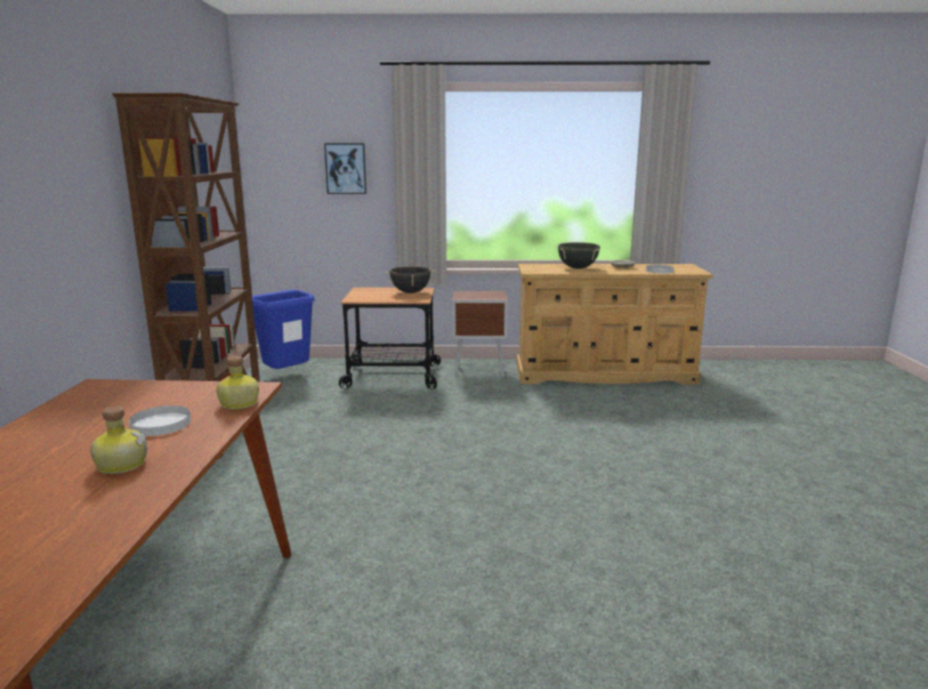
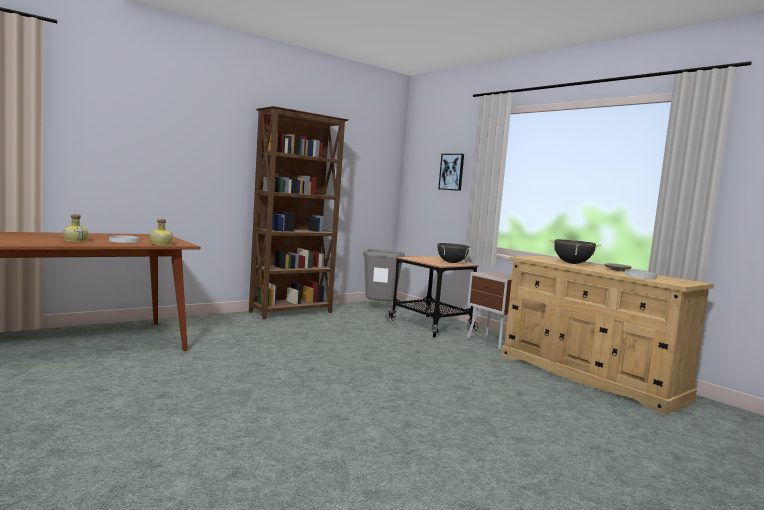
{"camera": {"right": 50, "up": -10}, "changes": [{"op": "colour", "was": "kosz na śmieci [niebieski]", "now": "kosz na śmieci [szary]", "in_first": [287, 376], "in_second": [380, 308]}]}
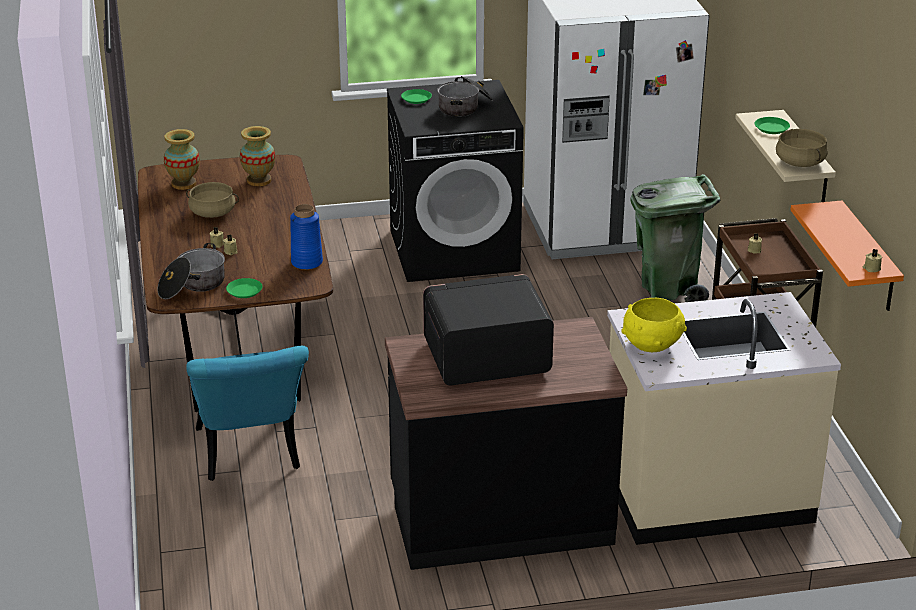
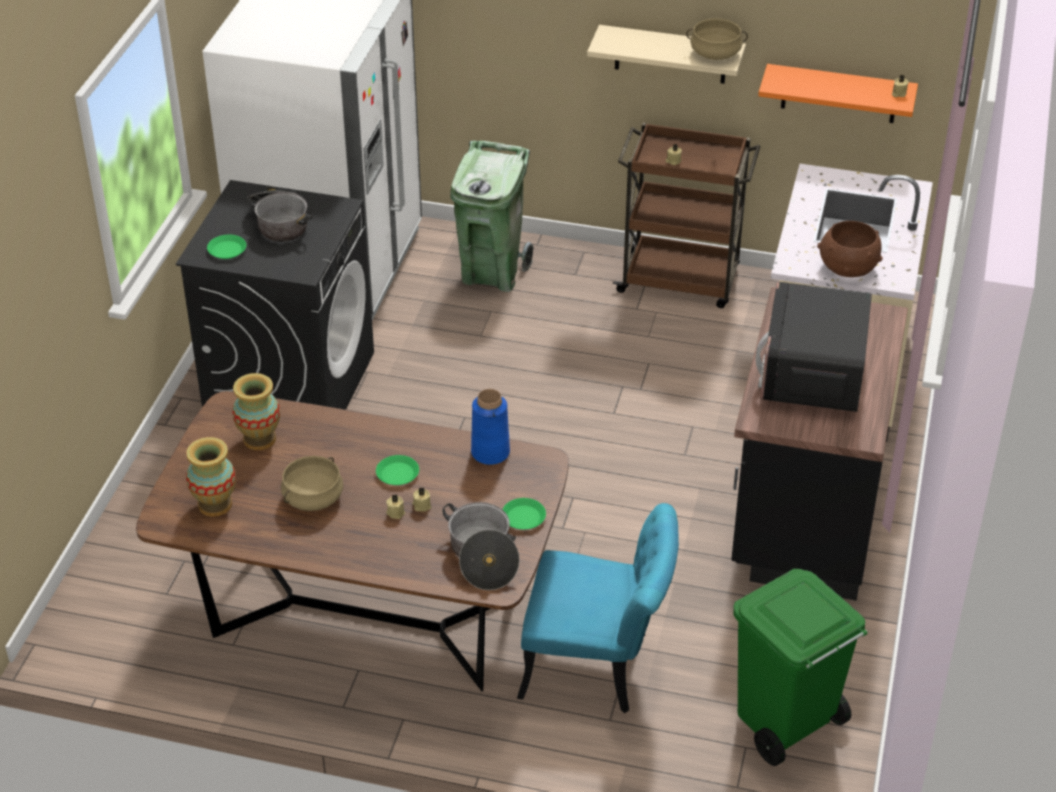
{"camera": {"right": -65, "up": 10}, "changes": [{"op": "colour", "was": "miska [żółty]", "now": "miska [brązowy]", "in_first": [652, 344], "in_second": [848, 268]}, {"op": "relocated", "was": "talerz [zielony]", "in_first": [771, 128], "in_second": [397, 474]}, {"op": "appeared", "now": "kosz na śmieci [zielony]", "in_second": [785, 724]}]}
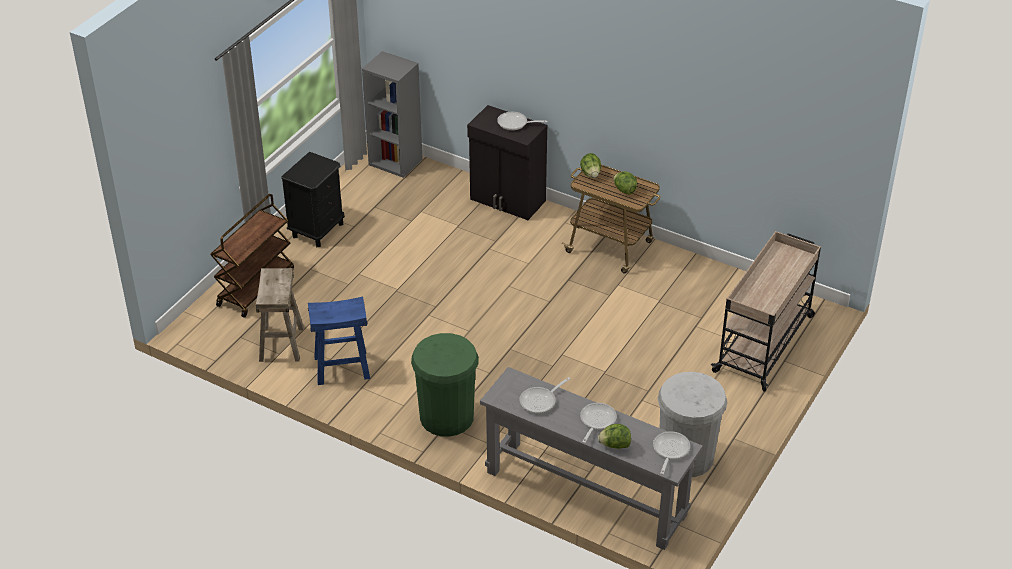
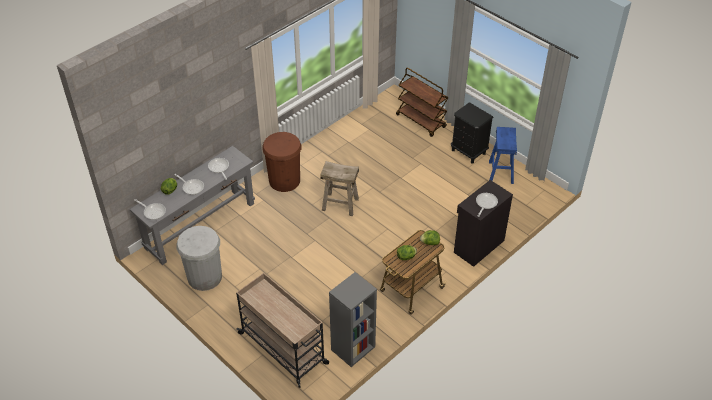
{"camera": {"right": 105, "up": 5}, "changes": [{"op": "relocated", "was": "stołek [beżowy]", "in_first": [281, 343], "in_second": [340, 204]}, {"op": "relocated", "was": "stołek [niebieski]", "in_first": [341, 368], "in_second": [500, 172]}, {"op": "relocated", "was": "regał [szary]", "in_first": [396, 162], "in_second": [353, 349]}, {"op": "colour", "was": "kosz na śmieci [zielony]", "now": "kosz na śmieci [brązowy]", "in_first": [446, 417], "in_second": [284, 180]}]}
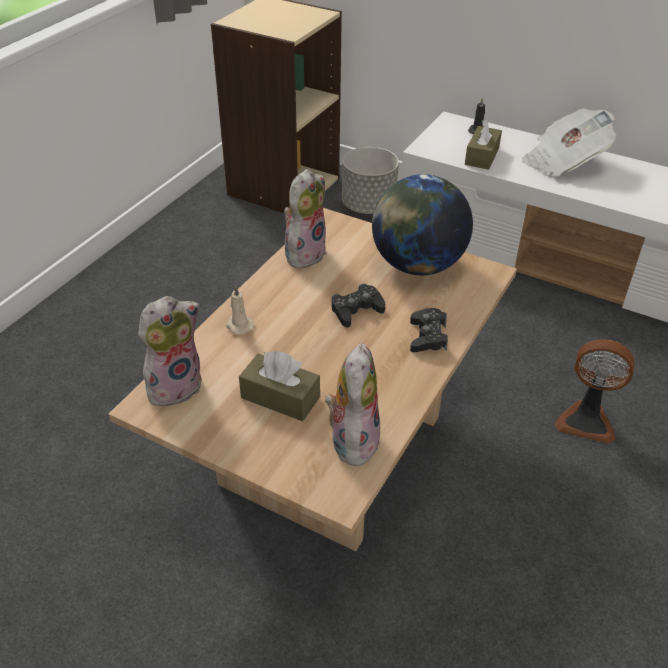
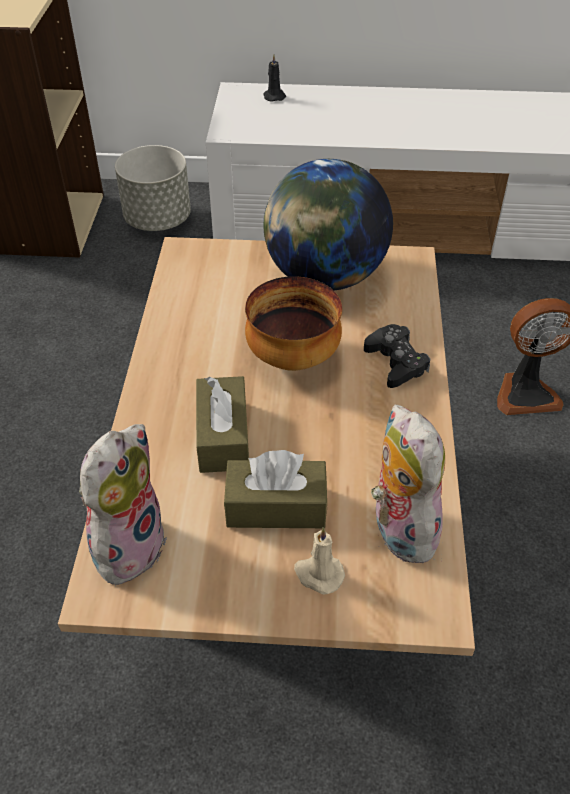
{"camera": {"right": -25, "up": 5}, "changes": [{"op": "relocated", "was": "świeca [beżowy]", "in_first": [239, 325], "in_second": [318, 574]}, {"op": "missing", "was": "pluszak", "in_first": [304, 253]}, {"op": "exchanged", "was": "pad do gier [czarny]", "now": "miska", "in_first": [356, 310], "in_second": [292, 357]}, {"op": "relocated", "was": "pudełko chusteczek [brązowy]", "in_first": [482, 156], "in_second": [223, 436]}, {"op": "missing", "was": "gazeta", "in_first": [563, 162]}]}
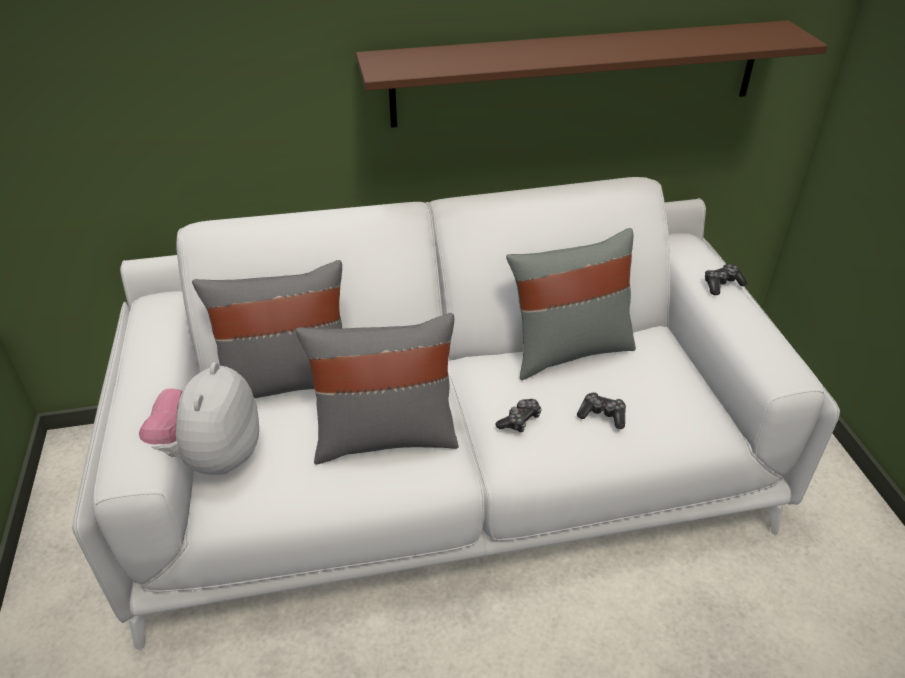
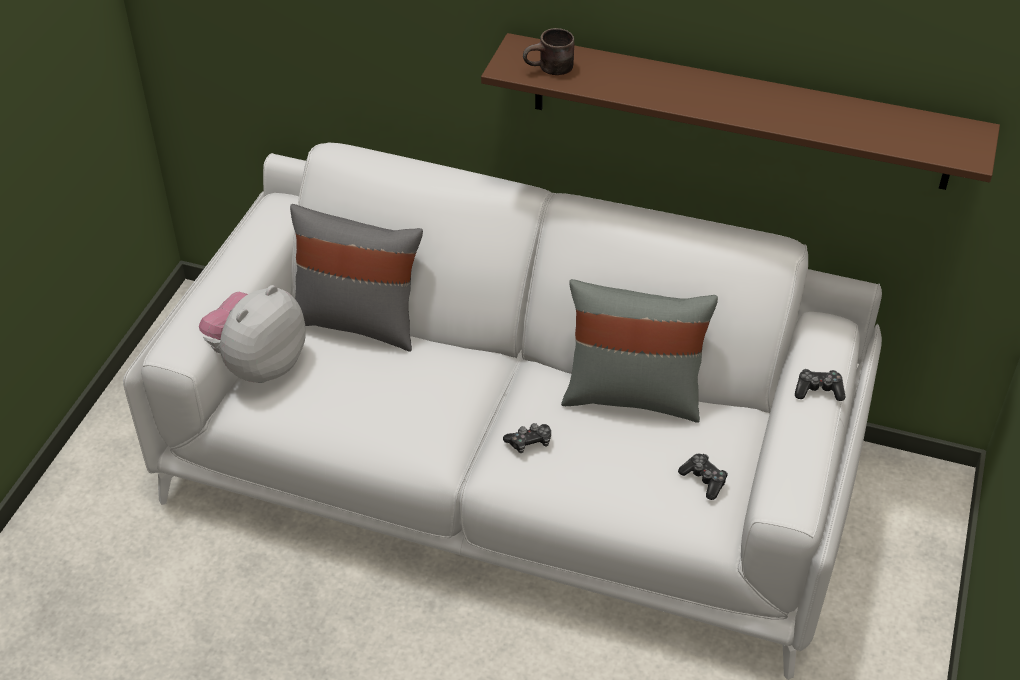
{"camera": {"right": 30, "up": 5}, "changes": [{"op": "missing", "was": "poduszka [szary]", "in_first": [385, 436]}, {"op": "relocated", "was": "pad do gier", "in_first": [602, 415], "in_second": [704, 480]}, {"op": "appeared", "now": "kubek [brązowy]", "in_second": [550, 70]}]}
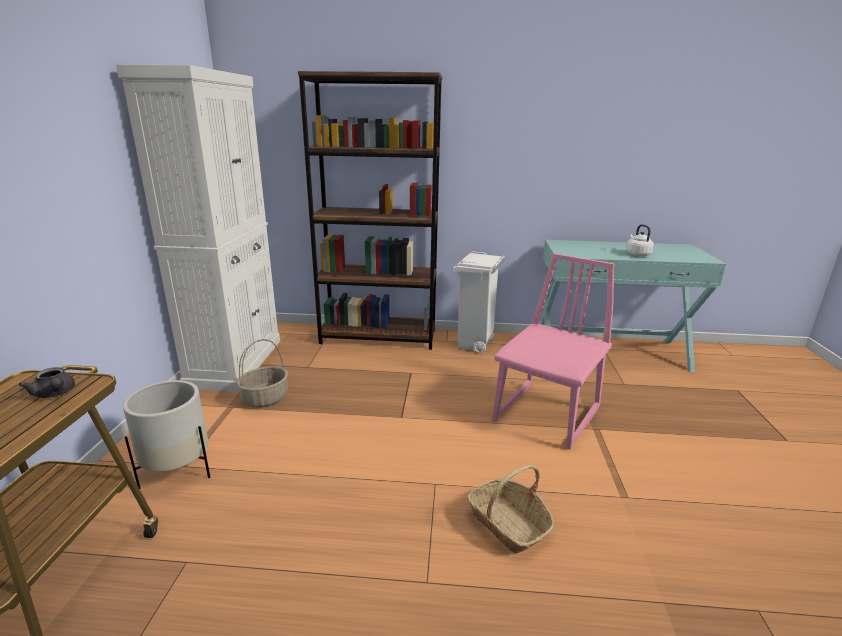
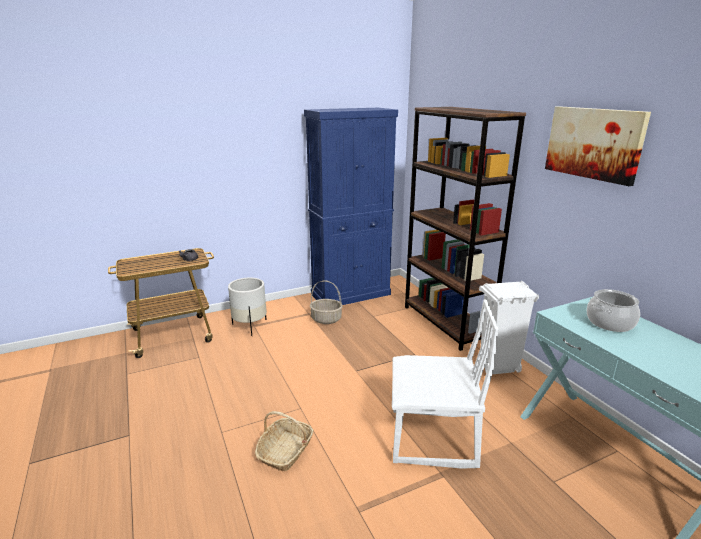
{"camera": {"right": 60, "up": 0}, "changes": [{"op": "colour", "was": "szafka [biały]", "now": "szafka [niebieski]", "in_first": [236, 362], "in_second": [351, 294]}, {"op": "colour", "was": "krzesło [różowy]", "now": "krzesło [biały]", "in_first": [548, 415], "in_second": [432, 439]}, {"op": "missing", "was": "czajnik [biały]", "in_first": [637, 254]}, {"op": "appeared", "now": "obraz", "in_second": [593, 143]}, {"op": "appeared", "now": "garnek", "in_second": [610, 323]}]}
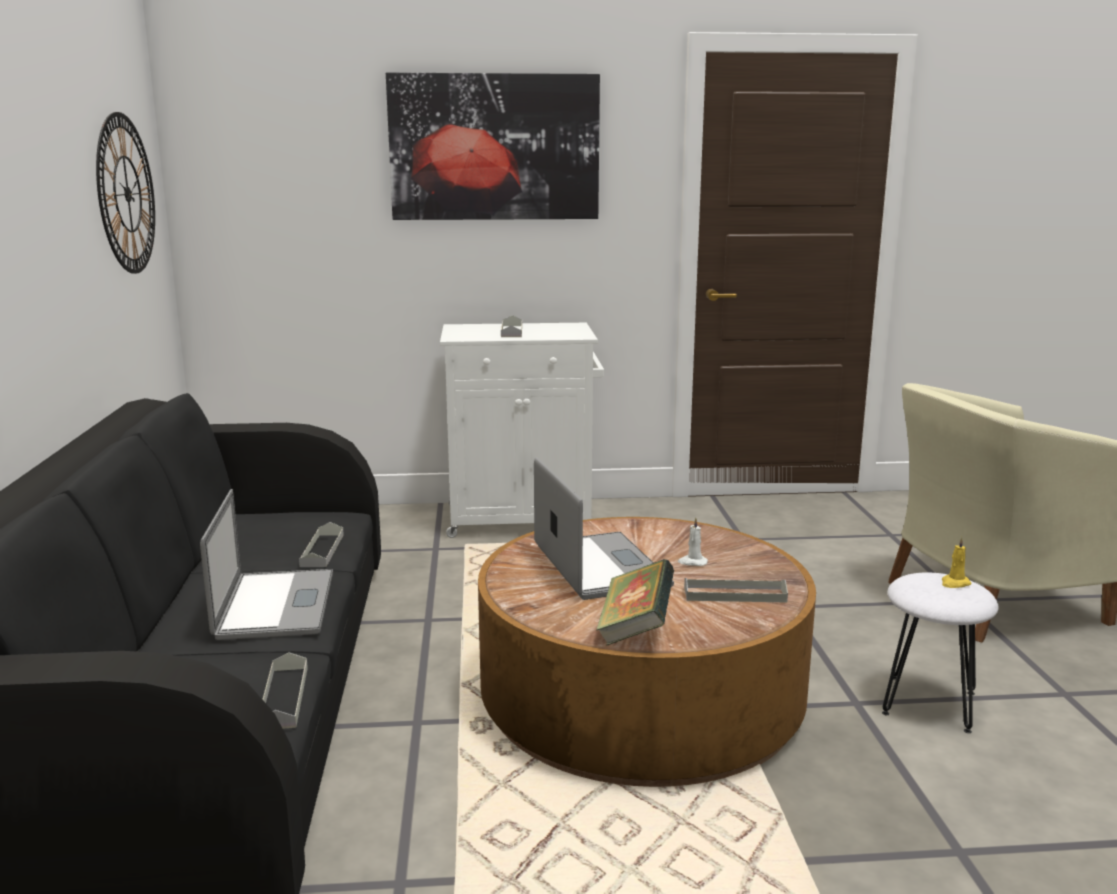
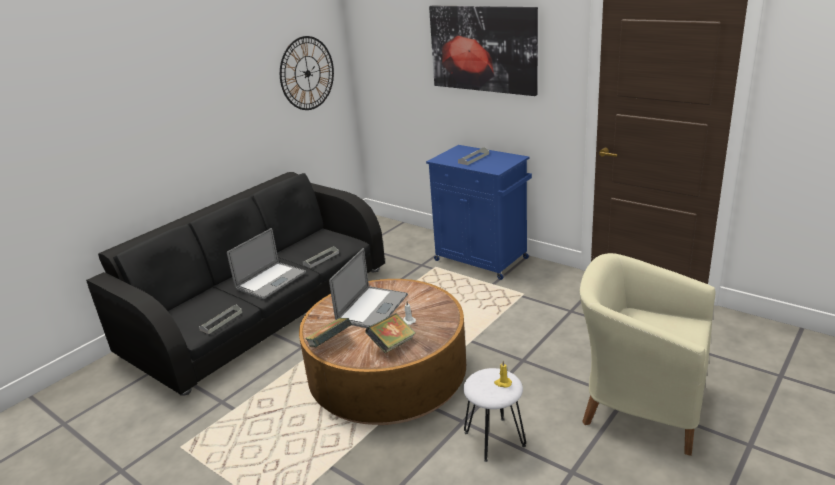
{"camera": {"right": 45, "up": 10}, "changes": [{"op": "colour", "was": "szafka [biały]", "now": "szafka [niebieski]", "in_first": [523, 519], "in_second": [482, 260]}, {"op": "exchanged", "was": "taca [szary]", "now": "książka", "in_first": [734, 594], "in_second": [392, 344]}]}
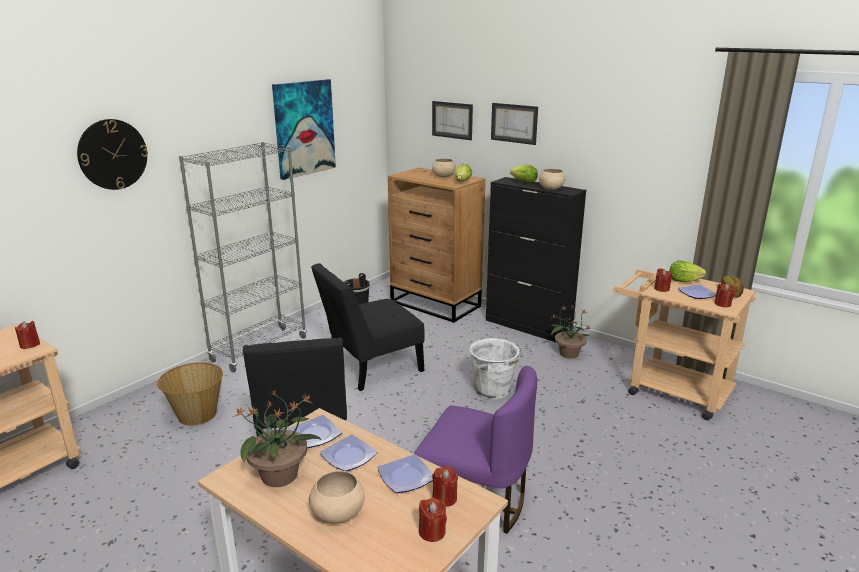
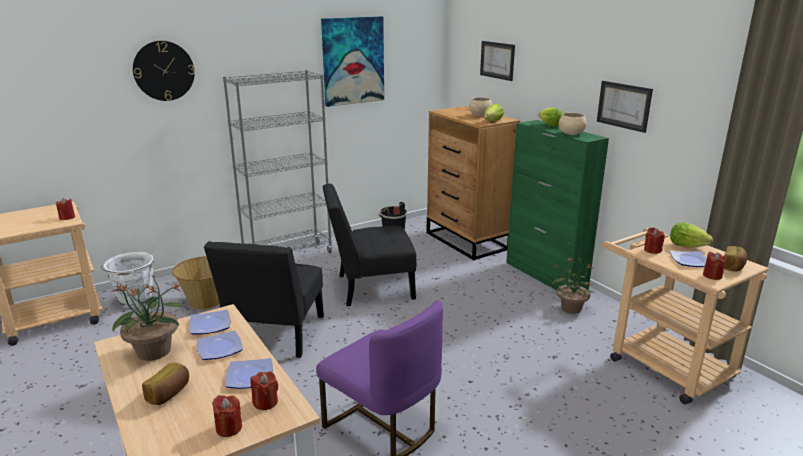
{"camera": {"right": 20, "up": 0}, "changes": [{"op": "exchanged", "was": "miska [beżowy]", "now": "chleb", "in_first": [338, 514], "in_second": [169, 393]}, {"op": "relocated", "was": "wiadro [biały]", "in_first": [493, 391], "in_second": [135, 301]}, {"op": "colour", "was": "szafka [czarny]", "now": "szafka [zielony]", "in_first": [528, 327], "in_second": [545, 276]}, {"op": "relocated", "was": "obraz", "in_first": [514, 123], "in_second": [624, 105]}]}
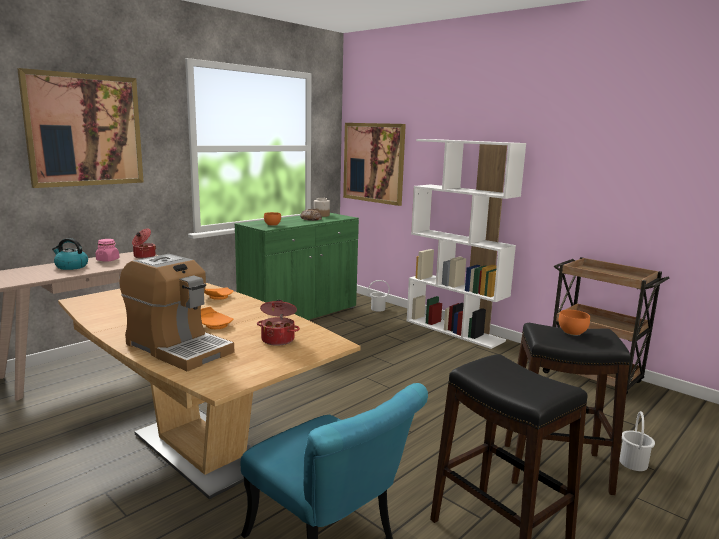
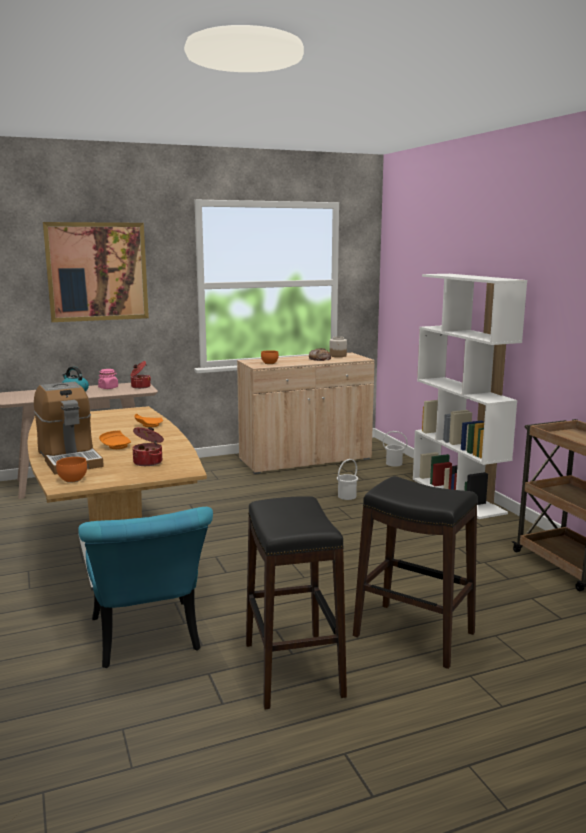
{"camera": {"right": 25, "up": 0}, "changes": [{"op": "colour", "was": "szafka [zielony]", "now": "szafka [beżowy]", "in_first": [299, 314], "in_second": [305, 460]}, {"op": "missing", "was": "obraz", "in_first": [373, 163]}, {"op": "relocated", "was": "miska [pomarańczowy]", "in_first": [573, 333], "in_second": [72, 480]}, {"op": "relocated", "was": "wiadro [biały]", "in_first": [633, 463], "in_second": [346, 496]}]}
